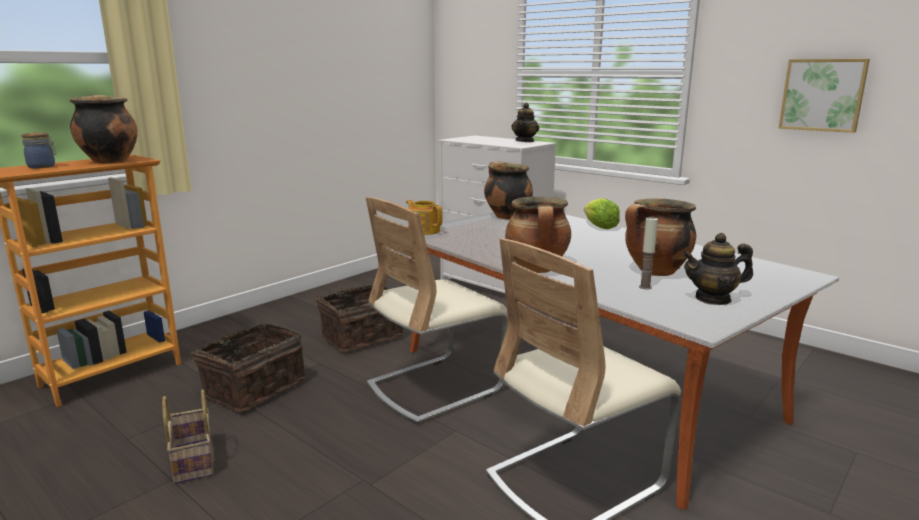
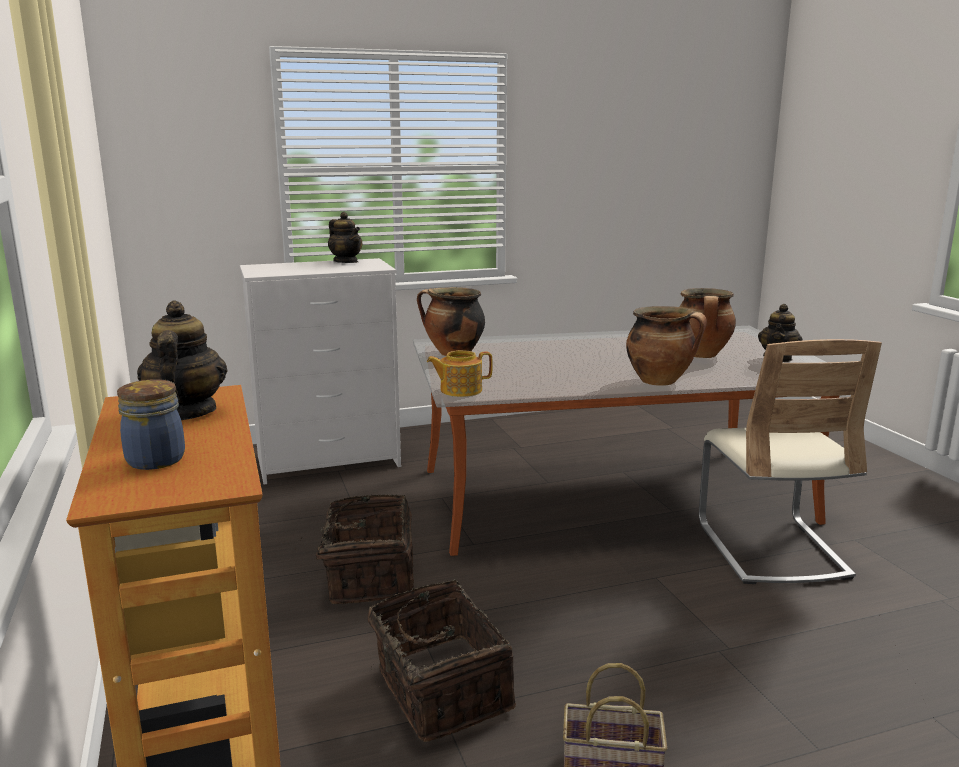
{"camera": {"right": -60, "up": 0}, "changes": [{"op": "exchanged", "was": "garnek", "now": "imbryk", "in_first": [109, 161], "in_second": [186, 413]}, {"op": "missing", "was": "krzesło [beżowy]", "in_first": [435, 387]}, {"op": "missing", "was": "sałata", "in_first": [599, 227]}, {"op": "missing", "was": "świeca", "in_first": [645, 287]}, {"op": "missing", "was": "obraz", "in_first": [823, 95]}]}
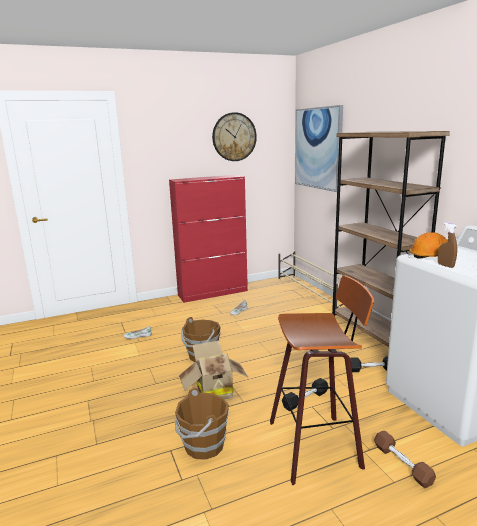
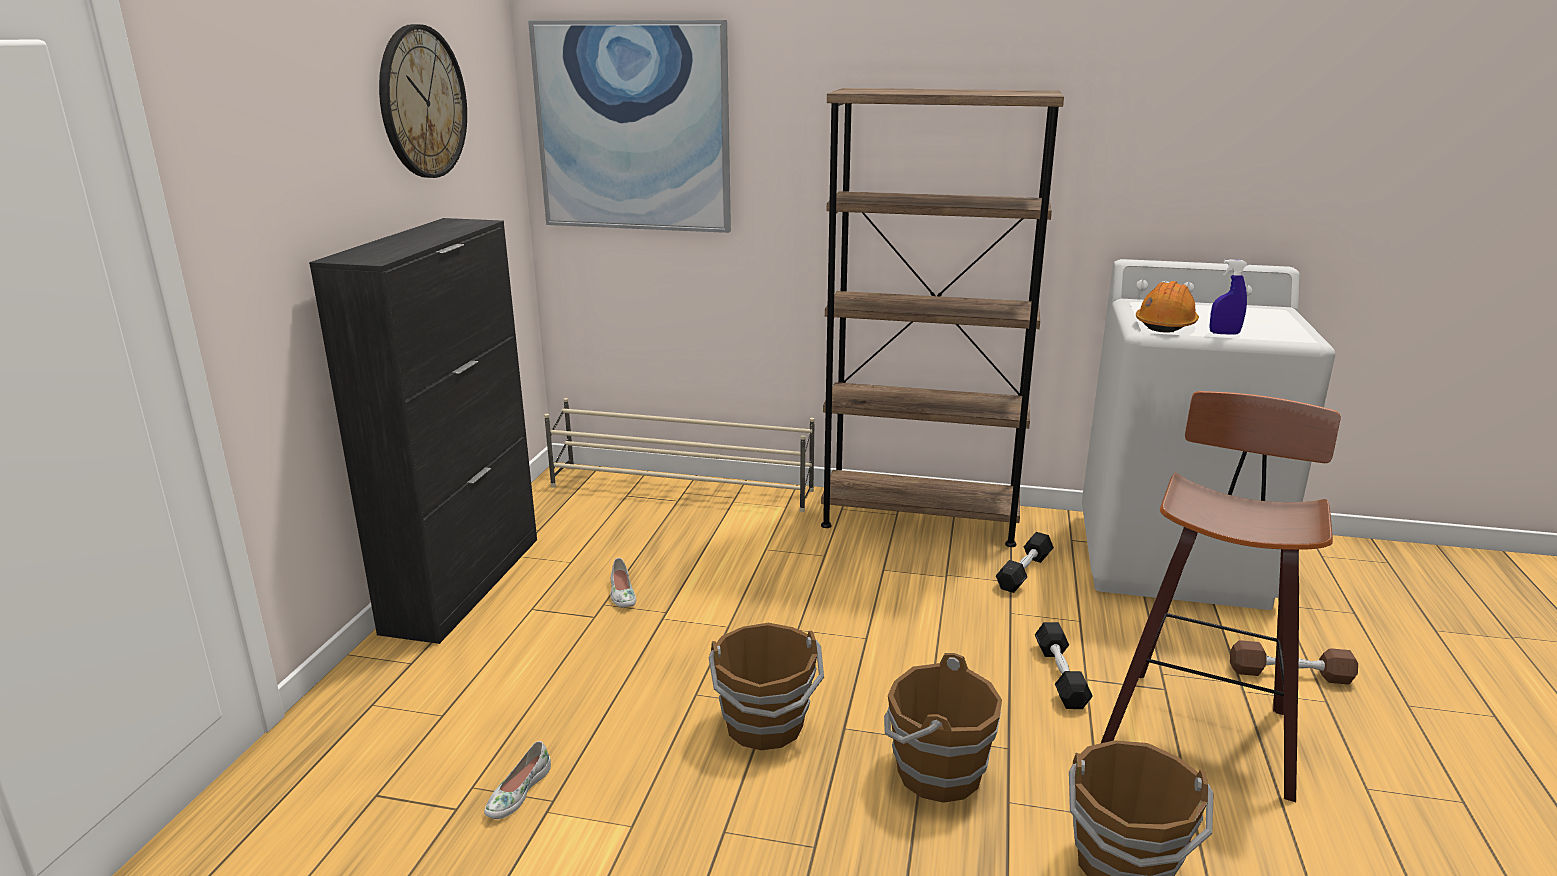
{"camera": {"right": -55, "up": 5}, "changes": [{"op": "colour", "was": "szafka [czerwony]", "now": "szafka [czarny]", "in_first": [213, 293], "in_second": [465, 583]}, {"op": "exchanged", "was": "karton", "now": "wiadro [brązowy]", "in_first": [212, 392], "in_second": [936, 772]}, {"op": "colour", "was": "spryskiwacz [brązowy]", "now": "spryskiwacz [niebieski]", "in_first": [445, 265], "in_second": [1224, 333]}]}
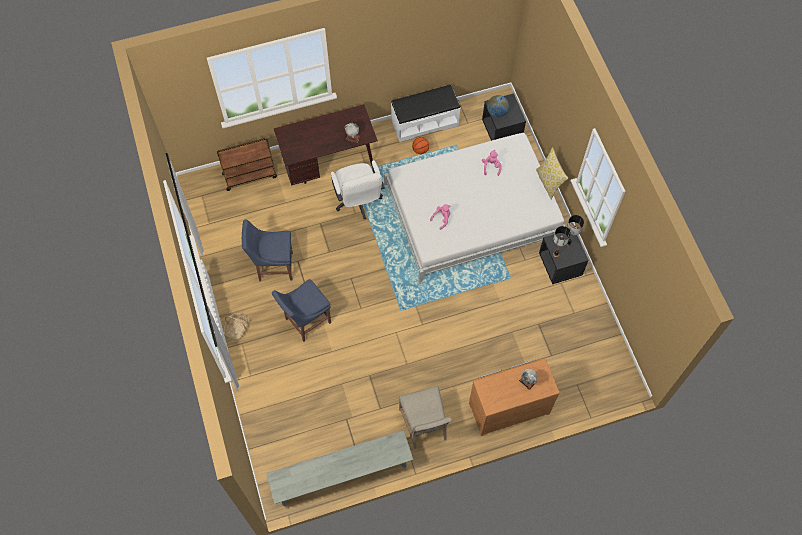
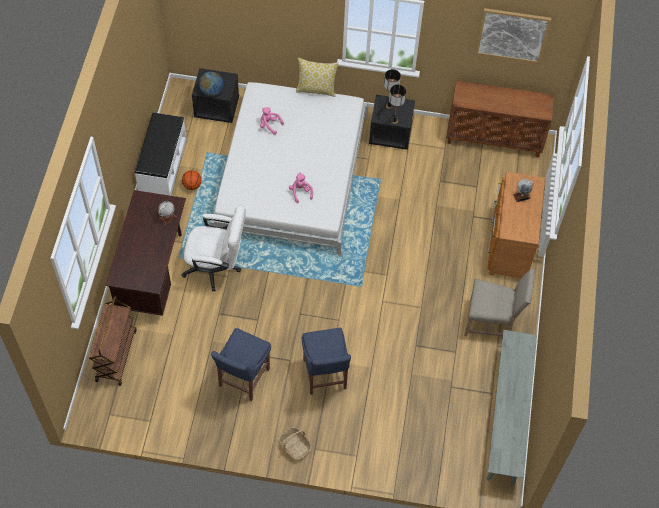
{"camera": {"right": -65, "up": -5}, "changes": [{"op": "appeared", "now": "szafka [brązowy]", "in_second": [494, 139]}, {"op": "appeared", "now": "obraz", "in_second": [512, 35]}]}
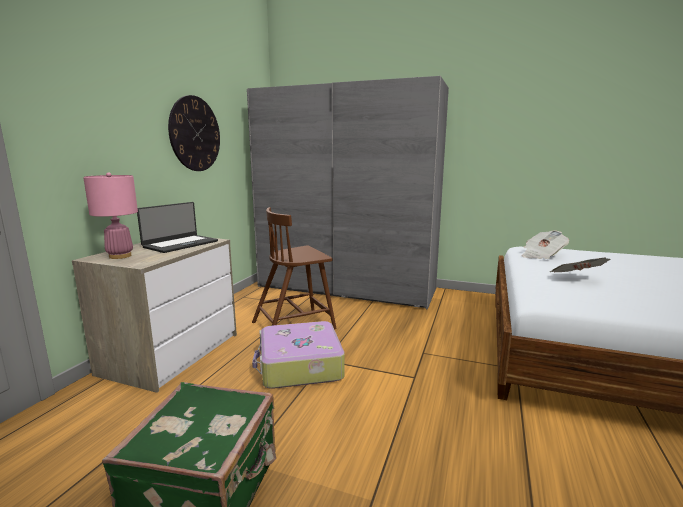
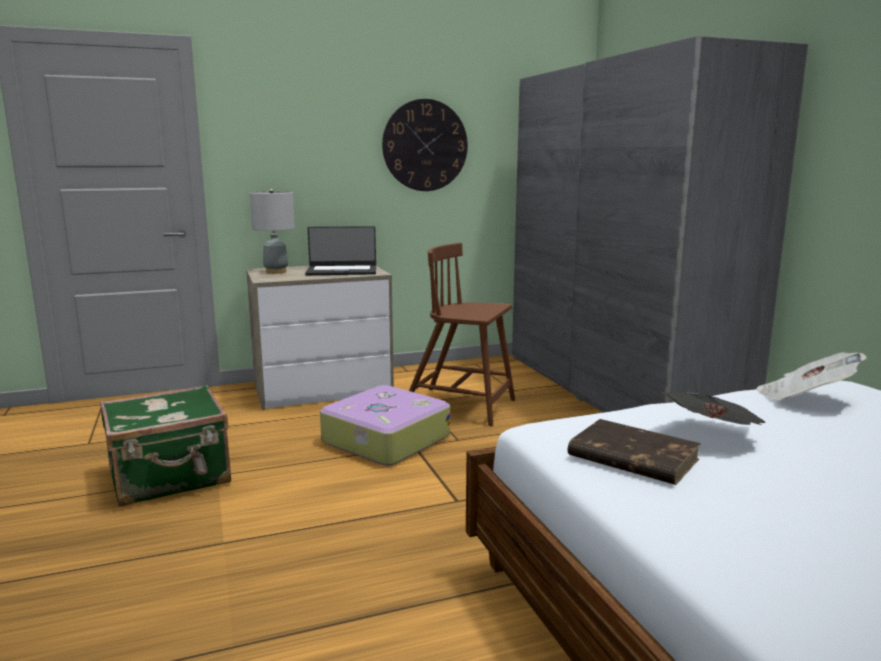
{"camera": {"right": 50, "up": 0}, "changes": [{"op": "colour", "was": "lampa stołowa [różowy]", "now": "lampa stołowa [szary]", "in_first": [120, 256], "in_second": [276, 272]}, {"op": "appeared", "now": "książka [brązowy]", "in_second": [631, 457]}]}
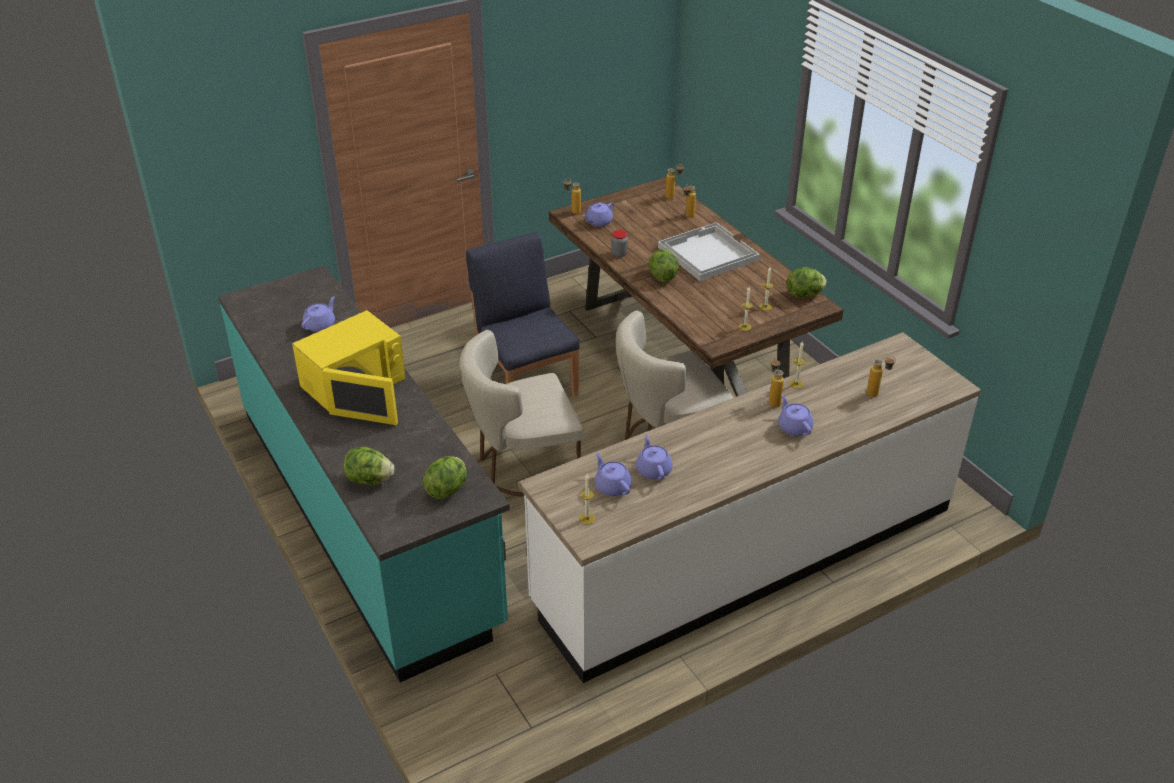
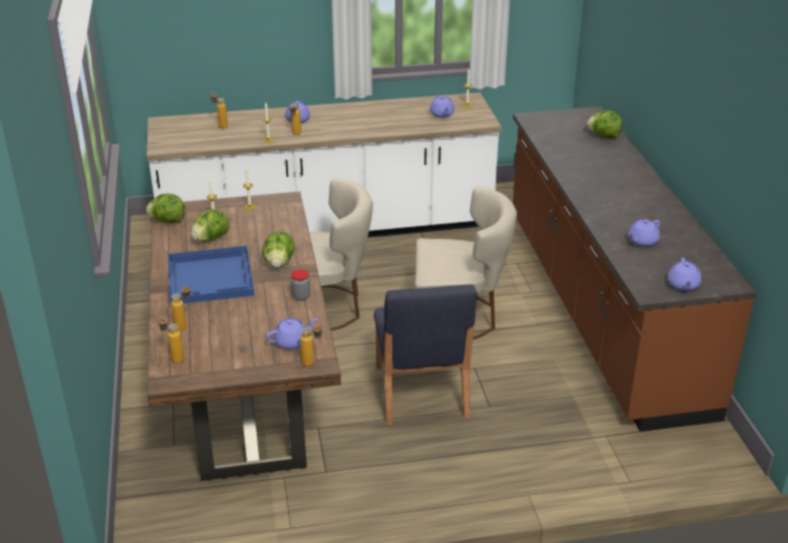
{"camera": {"right": -160, "up": -5}, "changes": [{"op": "colour", "was": "zabudowa kuchenna [turkusowy]", "now": "zabudowa kuchenna [brązowy]", "in_first": [367, 514], "in_second": [601, 309]}, {"op": "missing", "was": "mikrofalówka [żółty]", "in_first": [353, 386]}, {"op": "relocated", "was": "sałata", "in_first": [447, 489], "in_second": [210, 239]}, {"op": "relocated", "was": "imbryk [fioletowy]", "in_first": [653, 470], "in_second": [683, 285]}, {"op": "colour", "was": "taca [biały]", "now": "taca [niebieski]", "in_first": [707, 253], "in_second": [211, 278]}]}
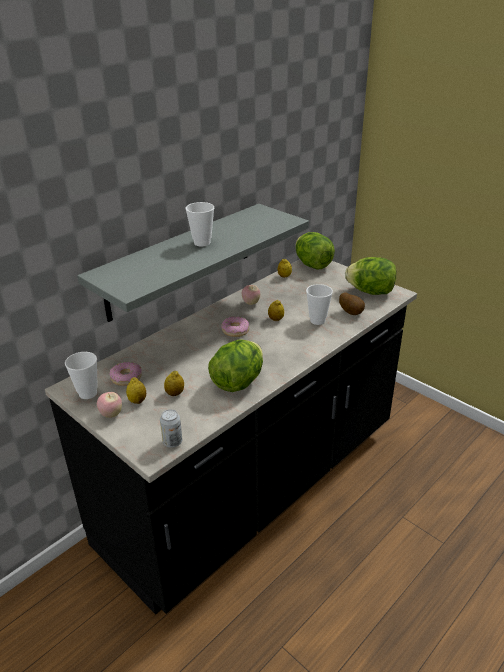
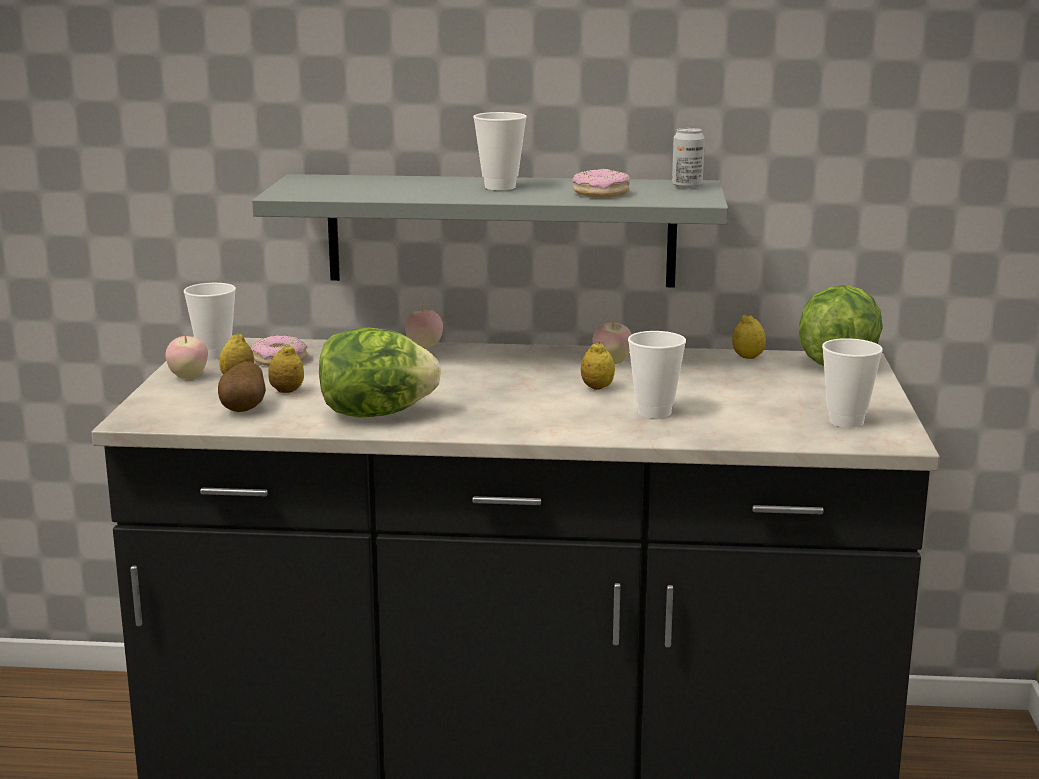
{"camera": {"right": 50, "up": -15}, "changes": [{"op": "relocated", "was": "puszka", "in_first": [172, 442], "in_second": [687, 186]}, {"op": "relocated", "was": "donut", "in_first": [235, 330], "in_second": [601, 193]}, {"op": "relocated", "was": "ziemniak", "in_first": [351, 312], "in_second": [245, 409]}, {"op": "exchanged", "was": "sałata", "now": "filiżanka", "in_first": [370, 292], "in_second": [846, 421]}, {"op": "appeared", "now": "jabłko", "in_second": [424, 348]}]}
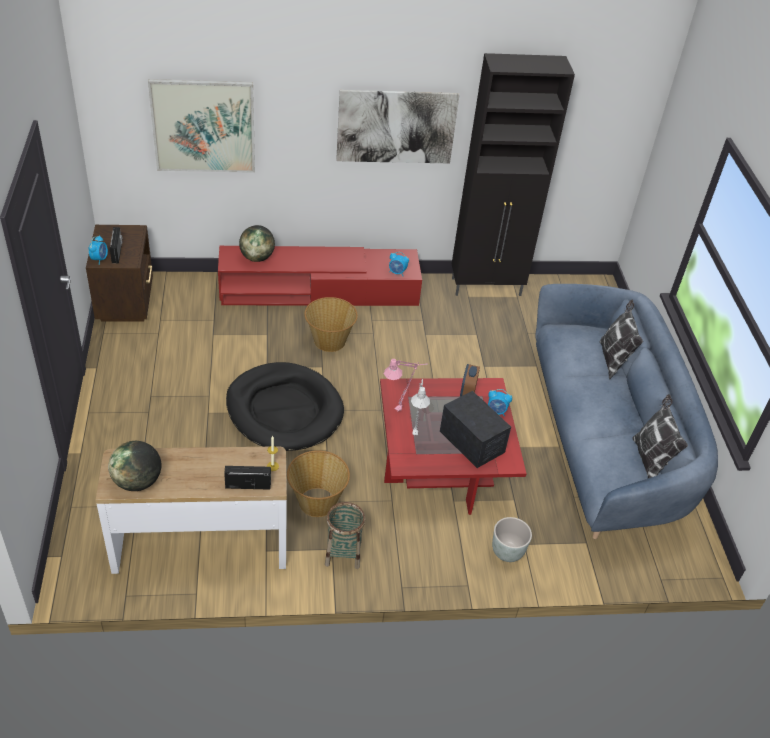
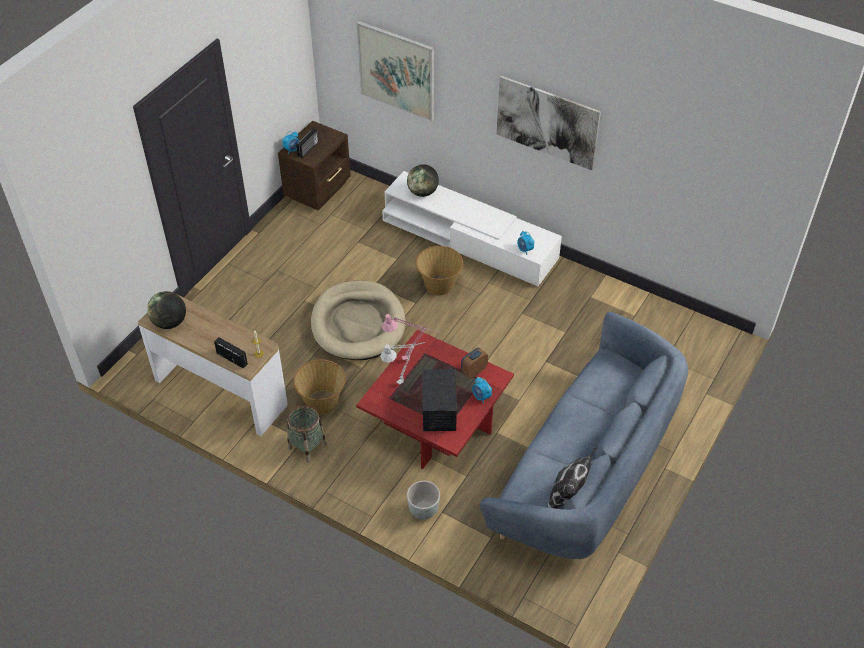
{"camera": {"right": 40, "up": 5}, "changes": [{"op": "colour", "was": "szafka pod telewizor [czerwony]", "now": "szafka pod telewizor [biały]", "in_first": [319, 291], "in_second": [468, 240]}, {"op": "colour", "was": "legowisko [czarny]", "now": "legowisko [beżowy]", "in_first": [284, 410], "in_second": [358, 324]}, {"op": "missing", "was": "szafka [czarny]", "in_first": [487, 287]}, {"op": "missing", "was": "poduszka", "in_first": [613, 359]}]}
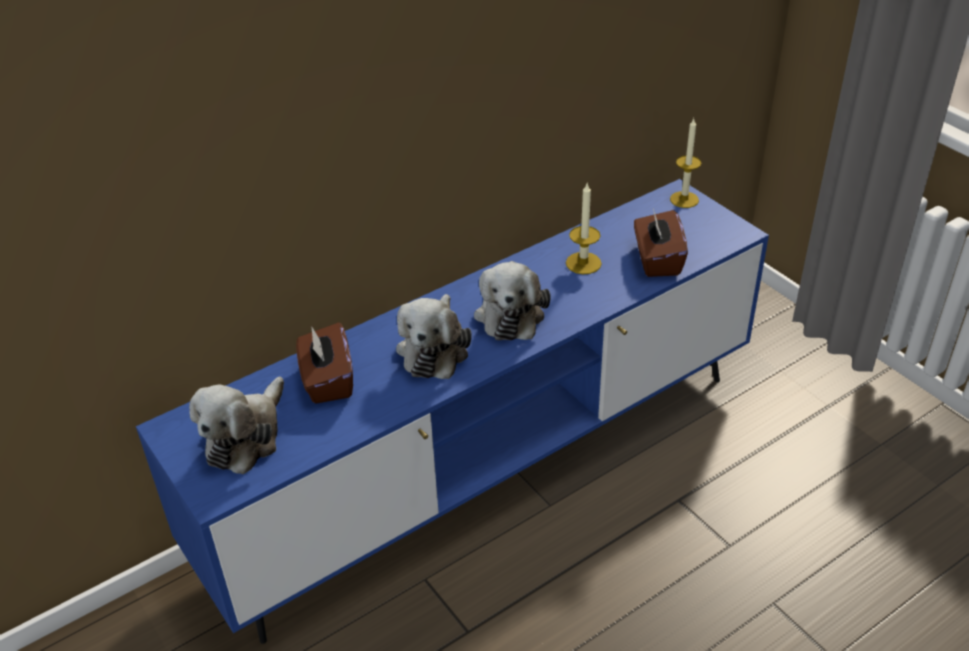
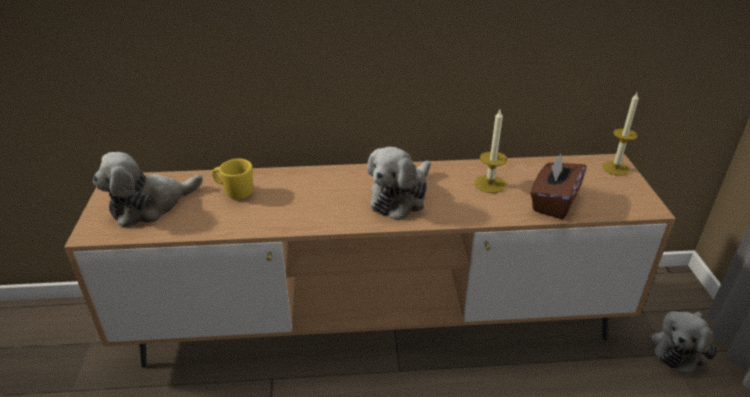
{"camera": {"right": 30, "up": -5}, "changes": [{"op": "colour", "was": "szafka pod telewizor [niebieski]", "now": "szafka pod telewizor [brązowy]", "in_first": [487, 471], "in_second": [374, 324]}, {"op": "exchanged", "was": "pudełko chusteczek [brązowy]", "now": "kubek [żółty]", "in_first": [327, 381], "in_second": [234, 192]}, {"op": "relocated", "was": "pluszak", "in_first": [434, 349], "in_second": [680, 348]}]}
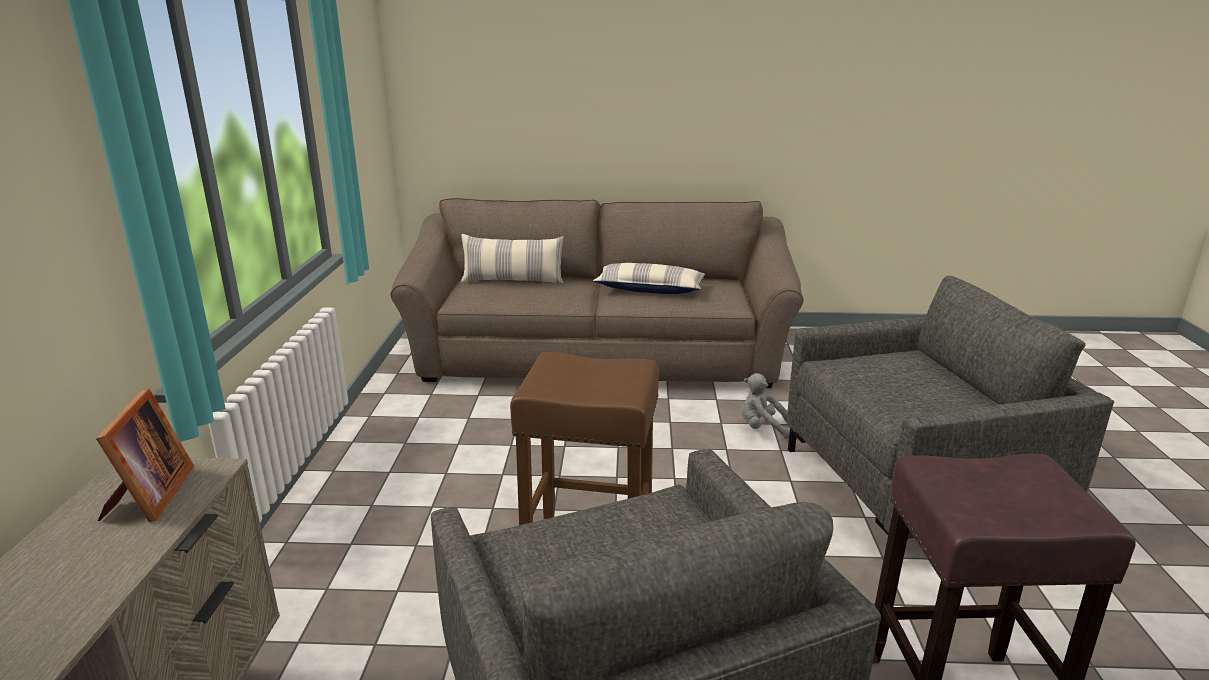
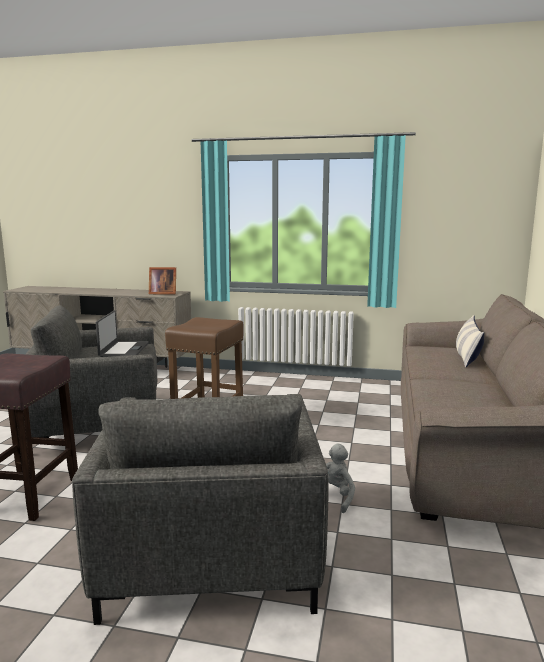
{"camera": {"right": 100, "up": -10}, "changes": [{"op": "missing", "was": "poduszka", "in_first": [650, 289]}, {"op": "appeared", "now": "laptop", "in_second": [123, 350]}]}
